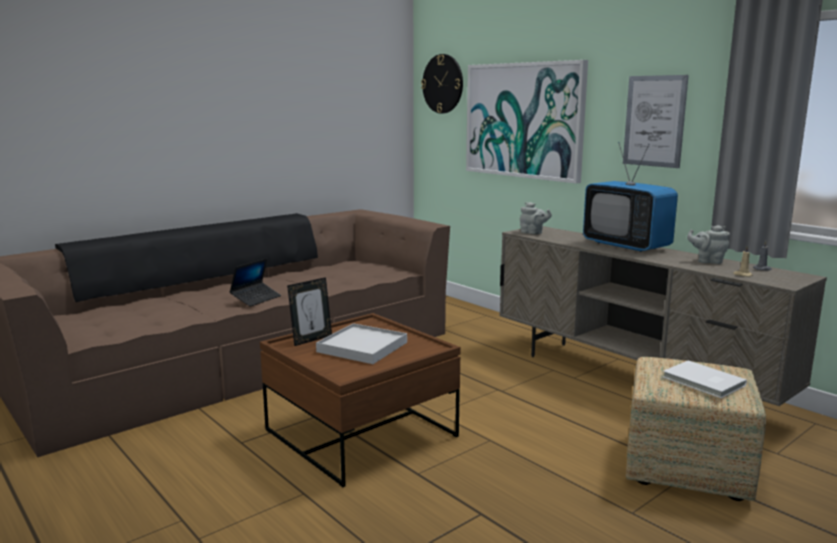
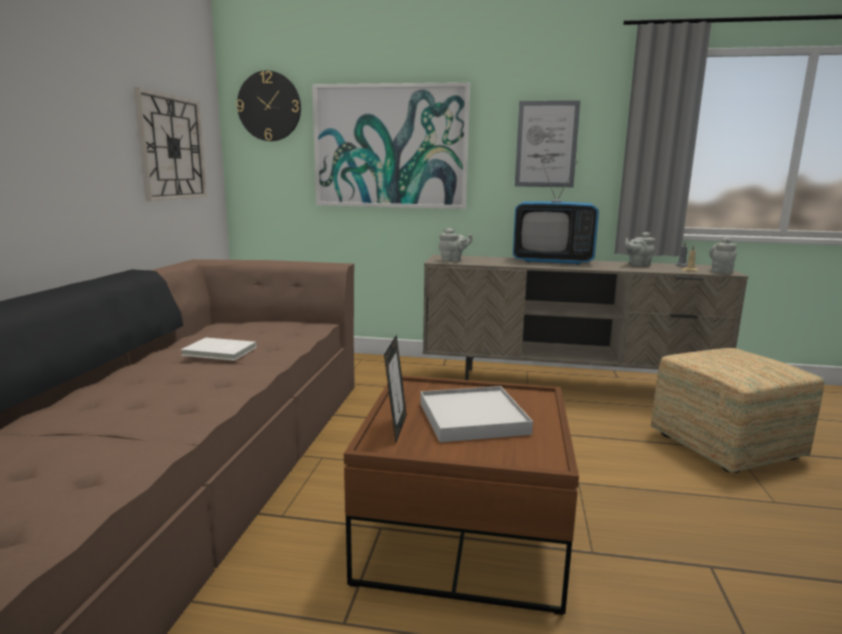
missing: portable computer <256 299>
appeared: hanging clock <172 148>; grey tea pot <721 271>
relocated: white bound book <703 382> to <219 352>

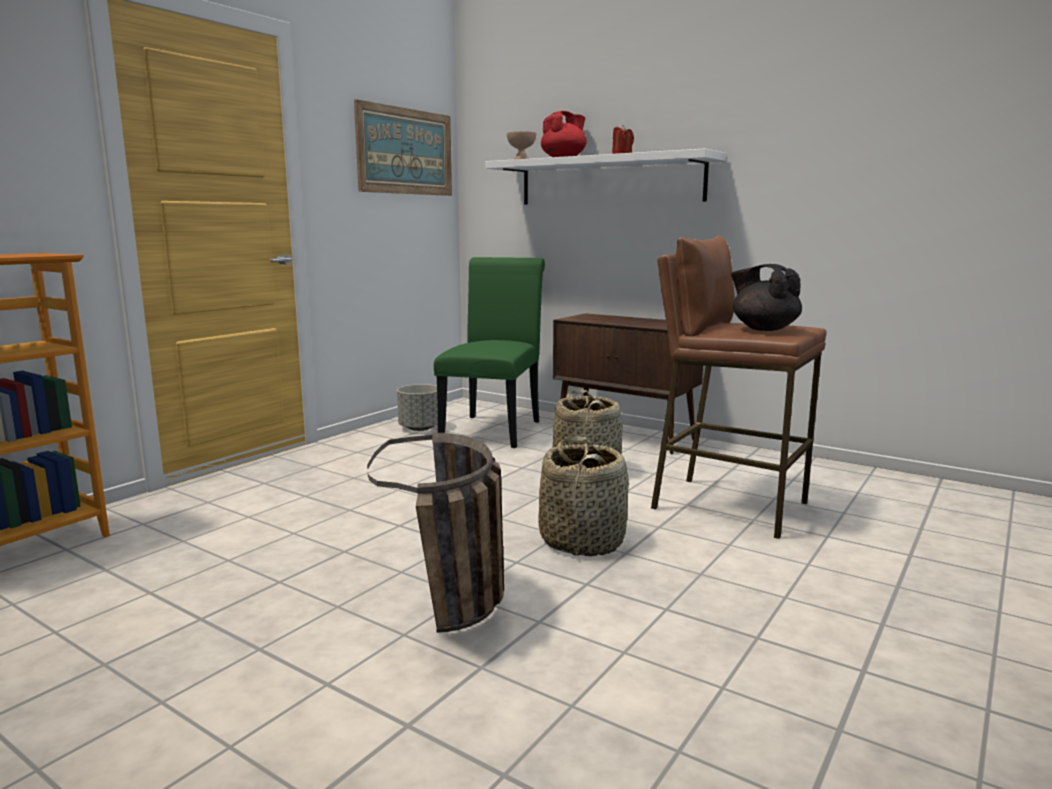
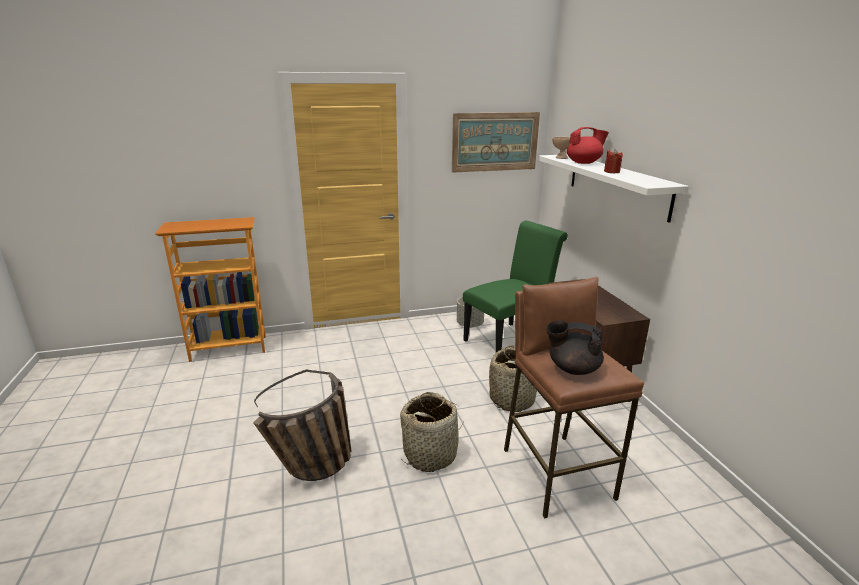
spun: black-coloured tea pot <763 329> = <572 369> 75 degrees counterclockwise

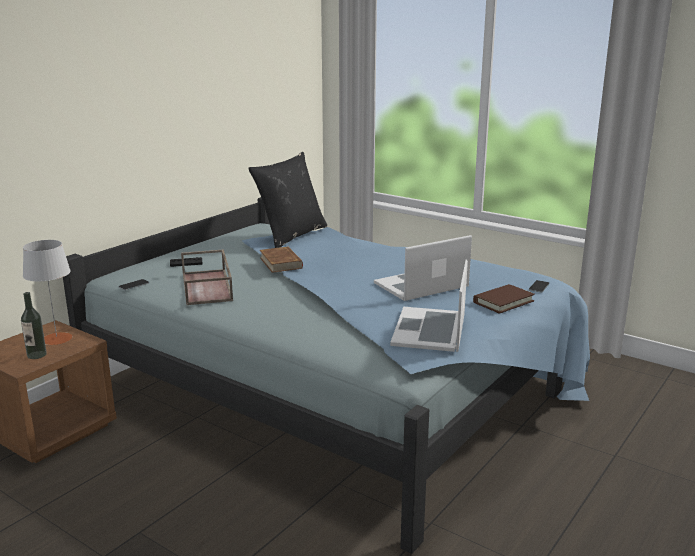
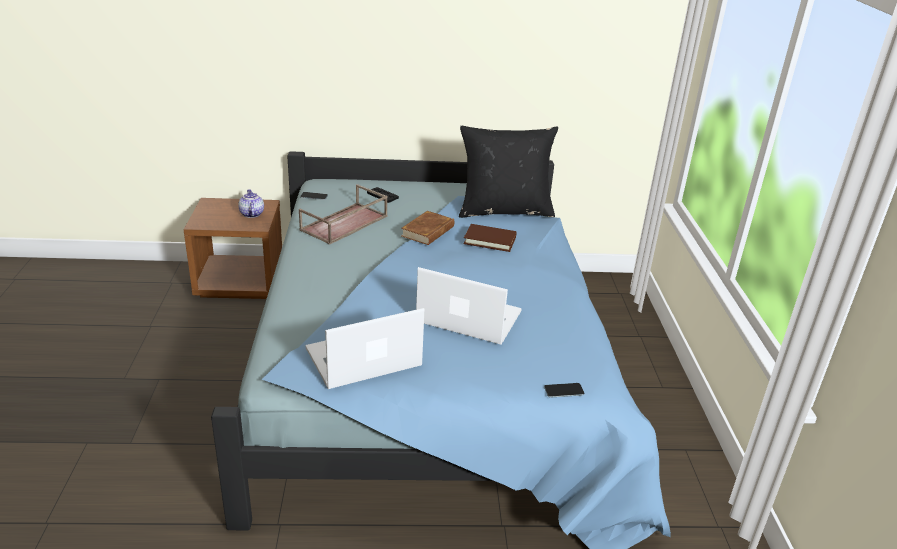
missing: drink bottle <36 355>
relocated: brown-coloured bound book <503 302> to <490 240>
exchanged: grey lamp for a table <57 338> to tea pot <251 214>

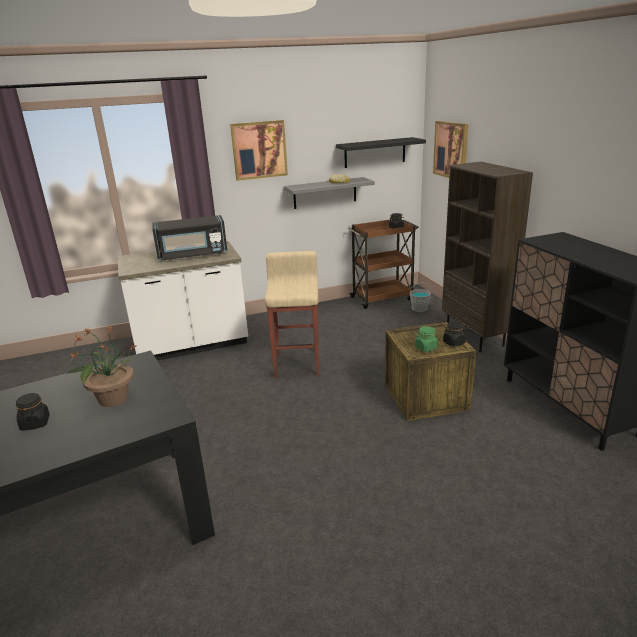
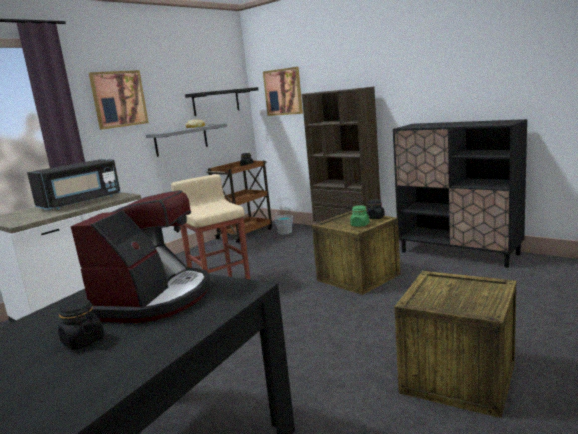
appeared: shipping crate <458 378>
exchanged: houseplant <112 399> to coffee machine <154 299>

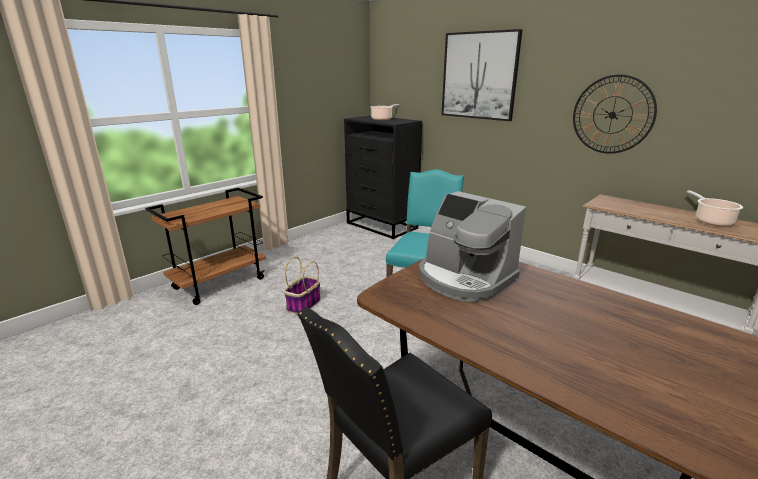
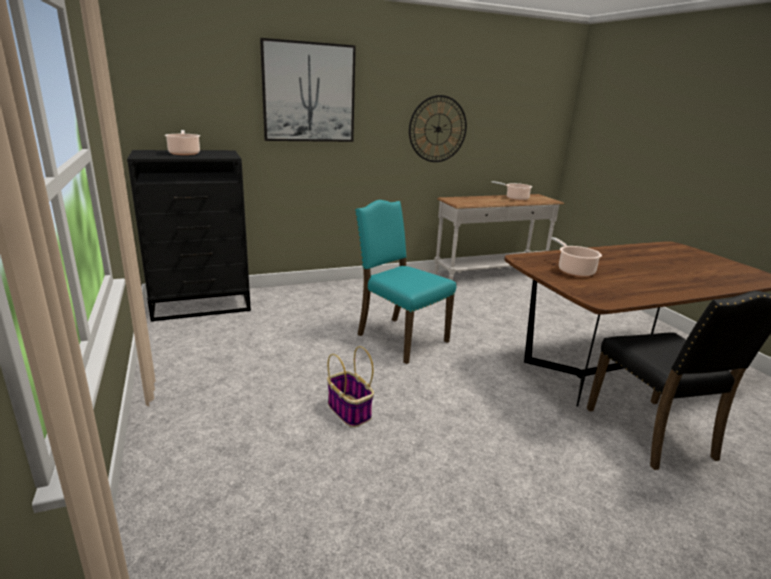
missing: brown-coloured trolley <220 283>
exchanged: coffee machine <464 278> to stockpot <574 270>

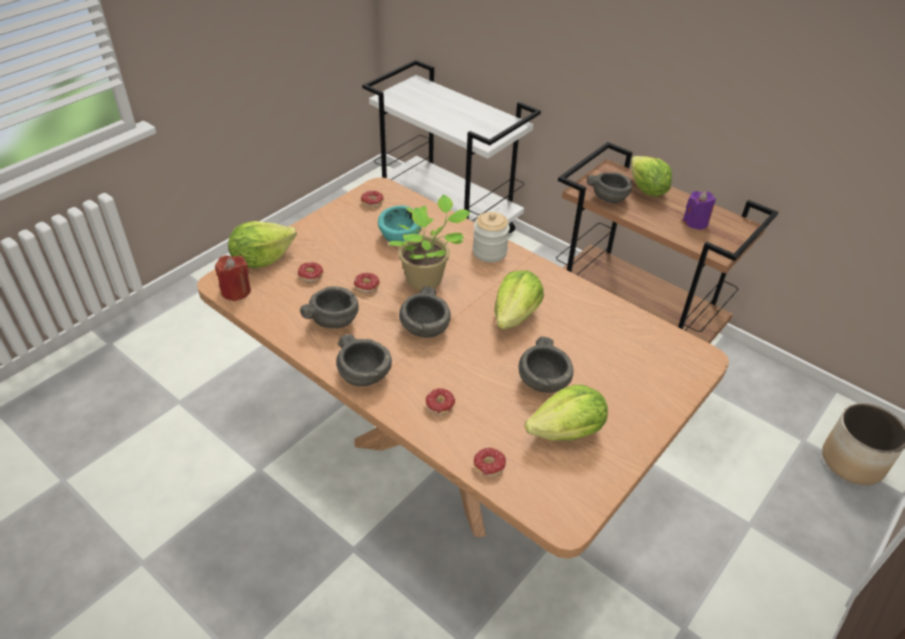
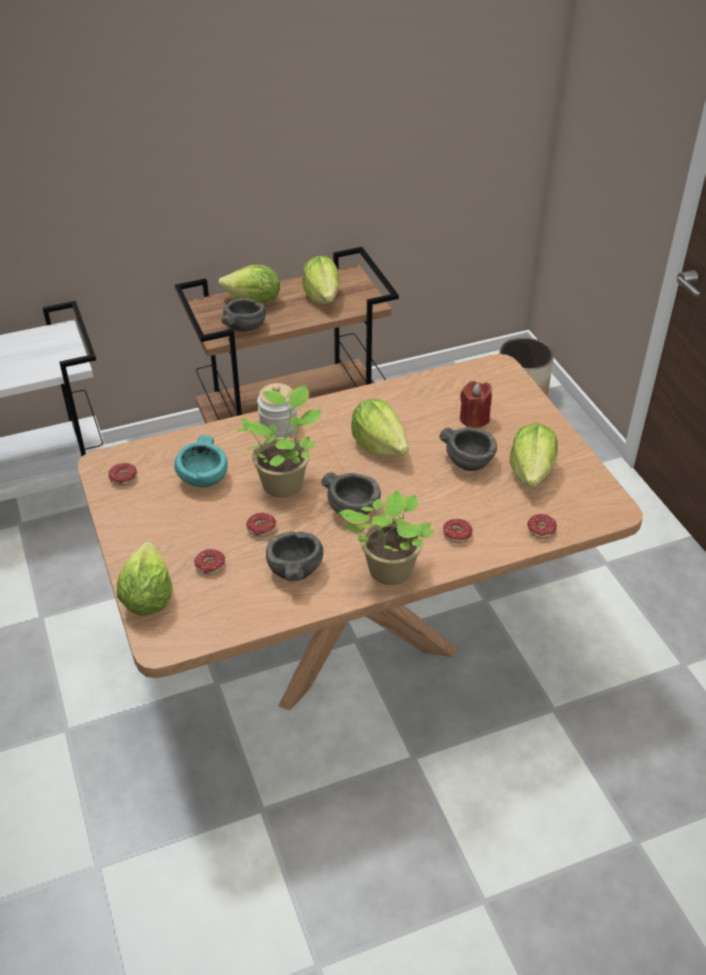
relocated: red-coloured candle <236 291> to <474 418>
exchanged: grey bowl <365 375> to houseplant <387 571>; purple candle <695 222> to lettuce <322 296>

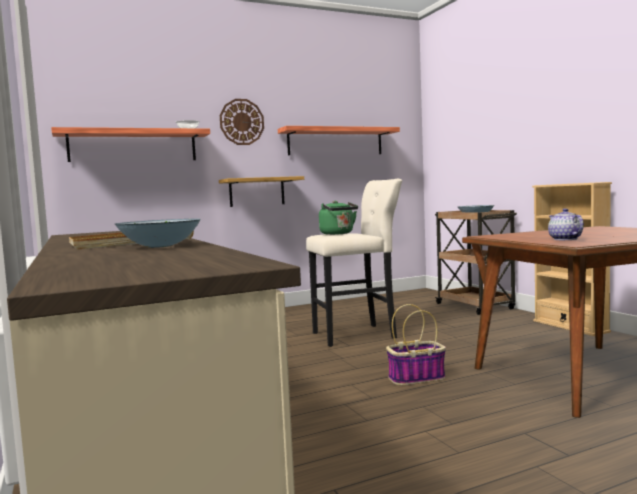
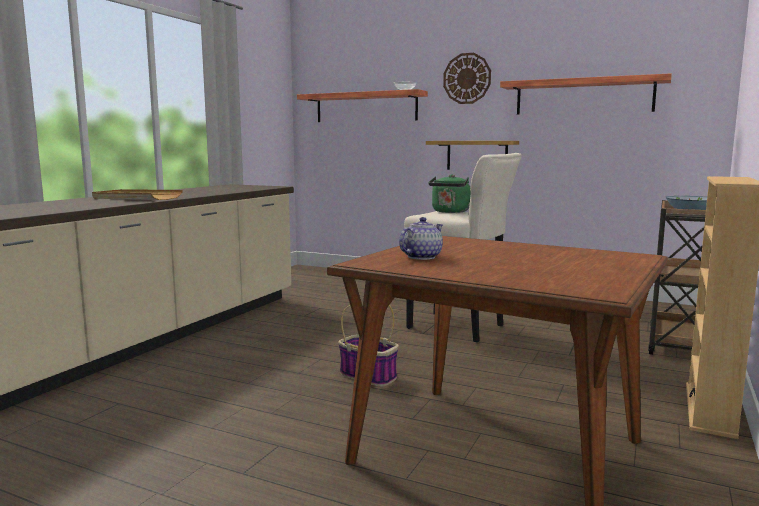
missing: bowl <160 246>

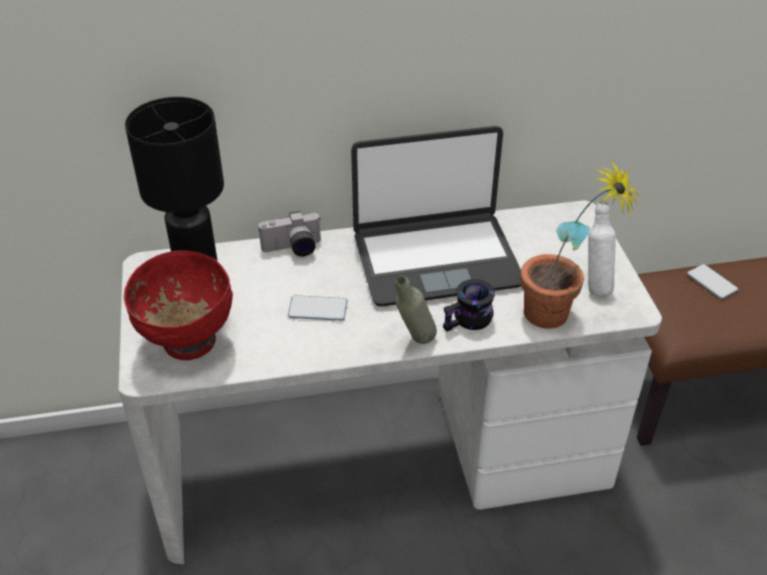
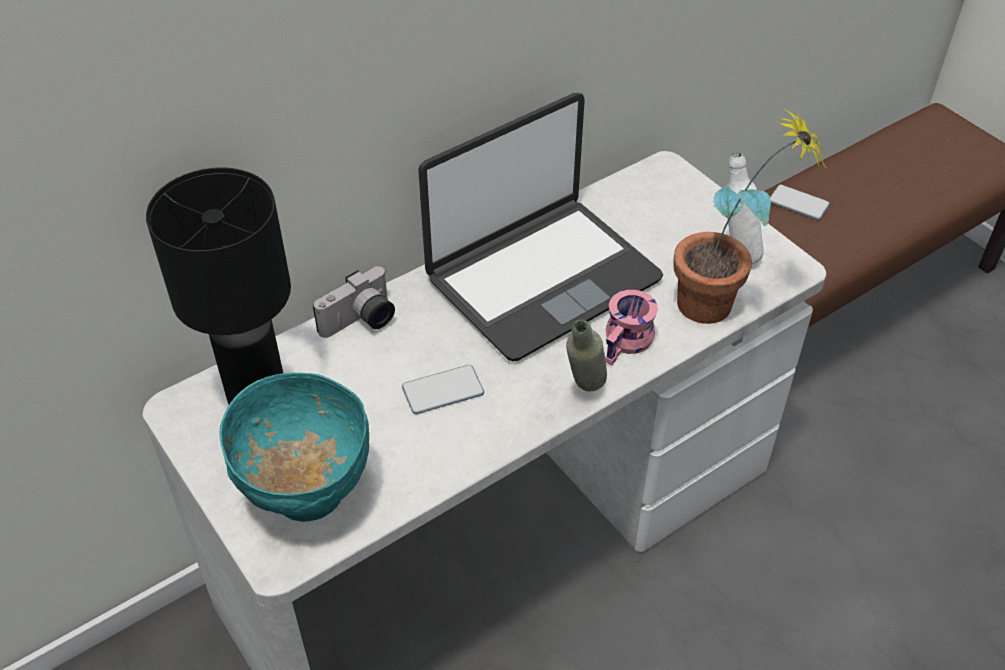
colour: red-coloured bowl <188 342> to blue-green bowl <306 494>; black-coloured mug <469 321> to pinkish mug <628 343>

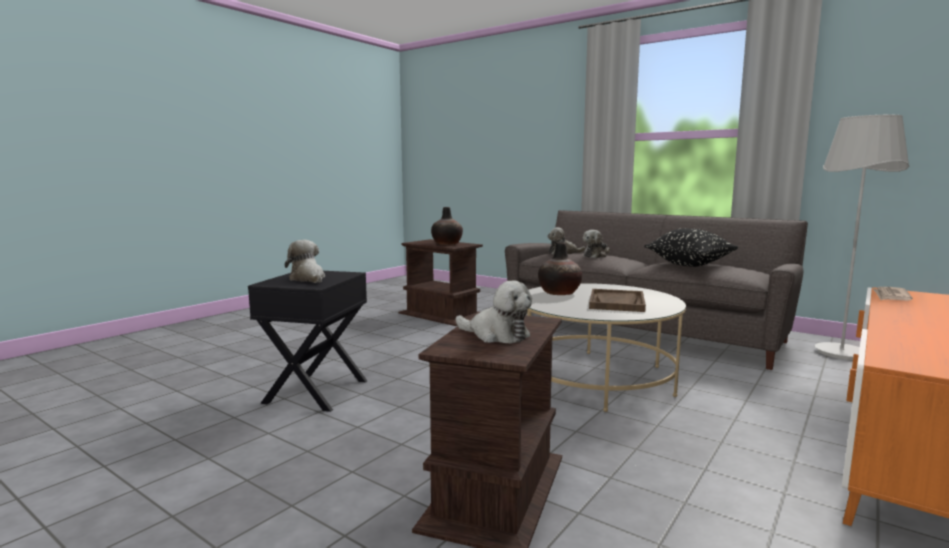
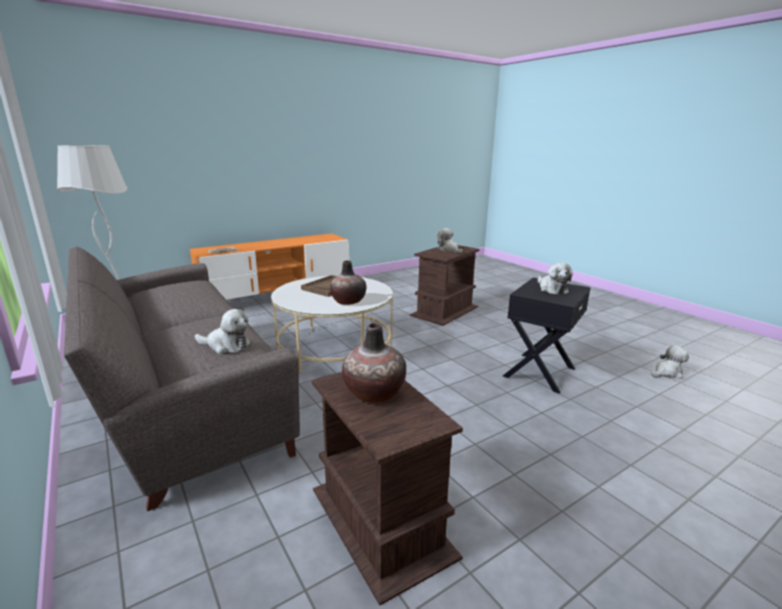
missing: black-coloured pillow <689 265>
relocated: cuddly toy <596 256> to <667 373>

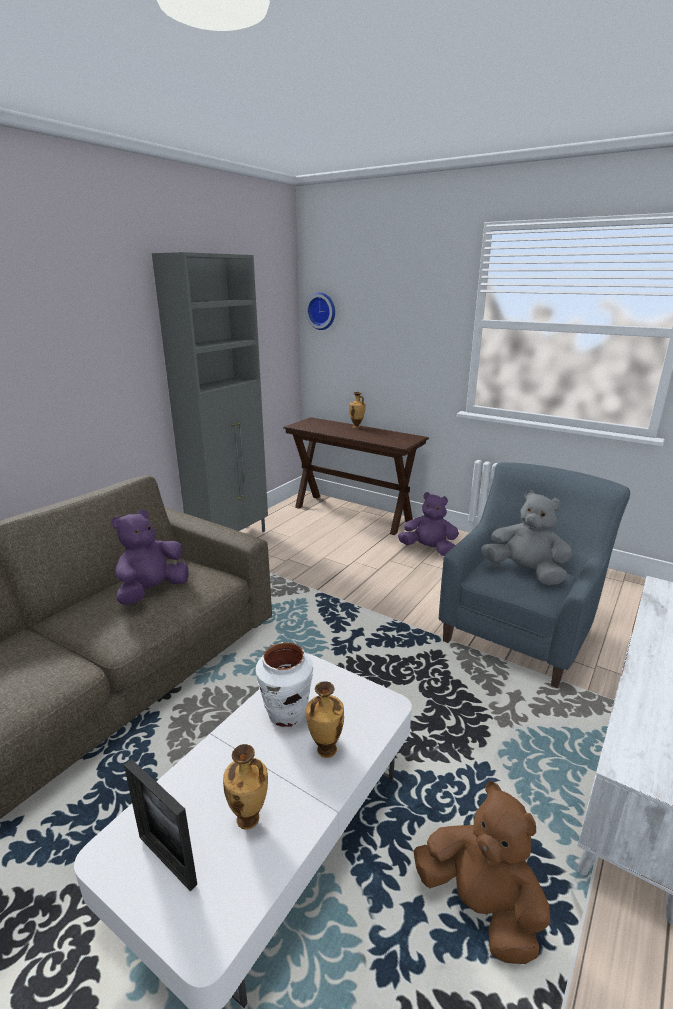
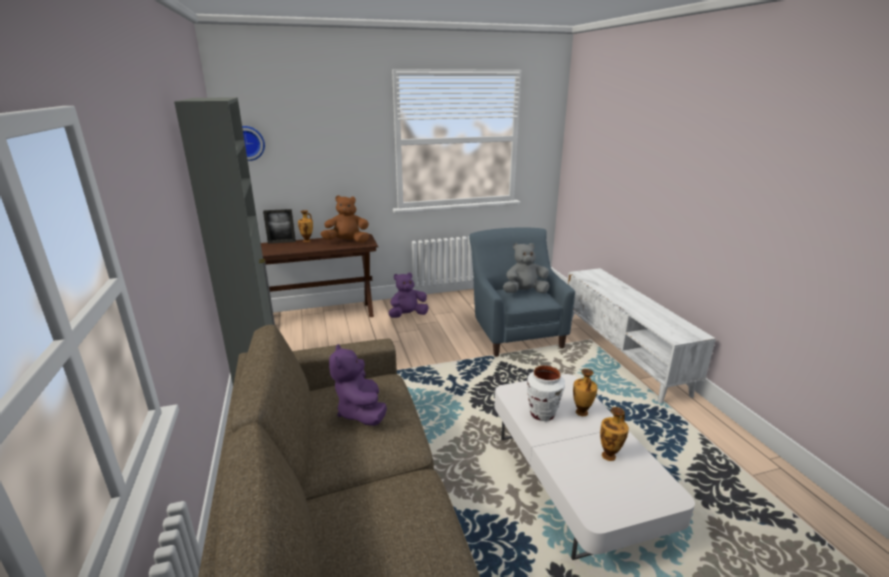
relocated: photo frame <167 860> to <281 242>; brown-coloured cuddly toy <480 905> to <347 242>

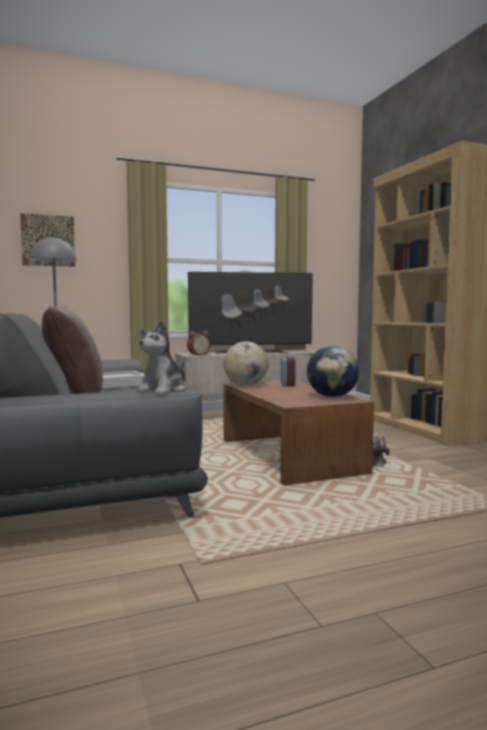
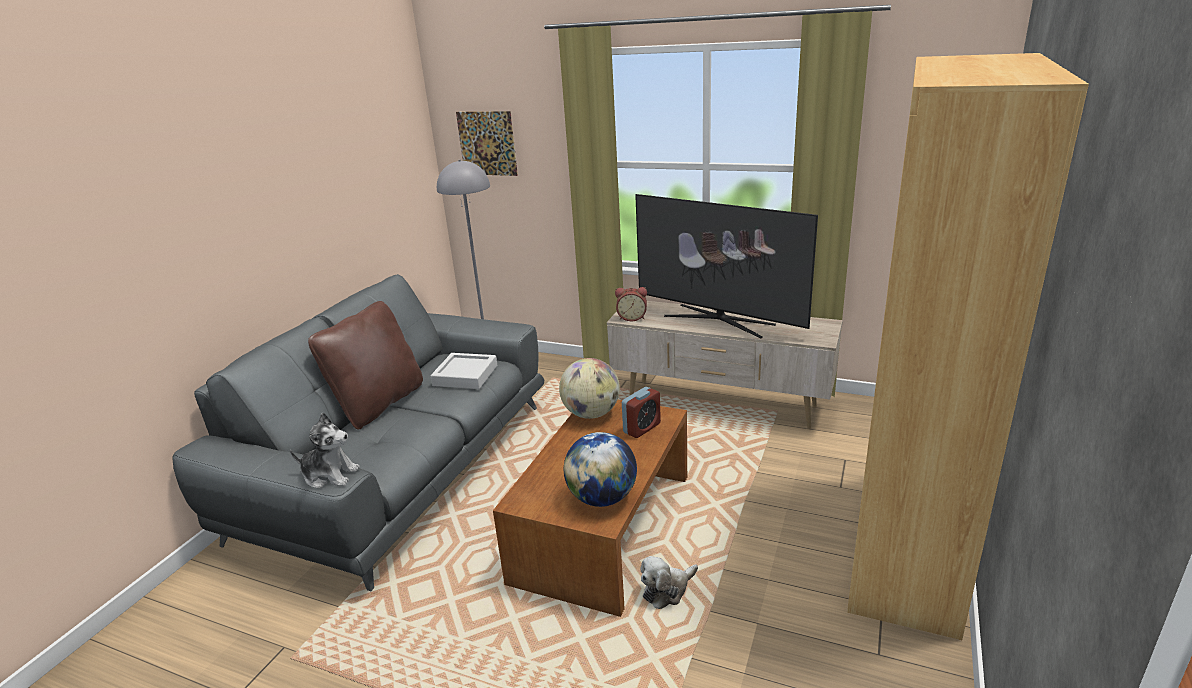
spun: cuddly toy <164 390> = <330 475> 150 degrees counterclockwise

